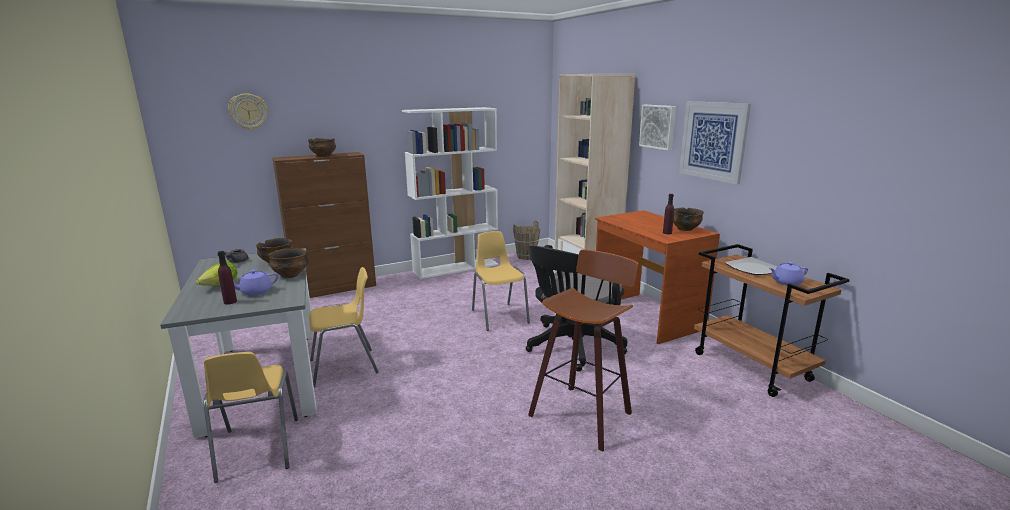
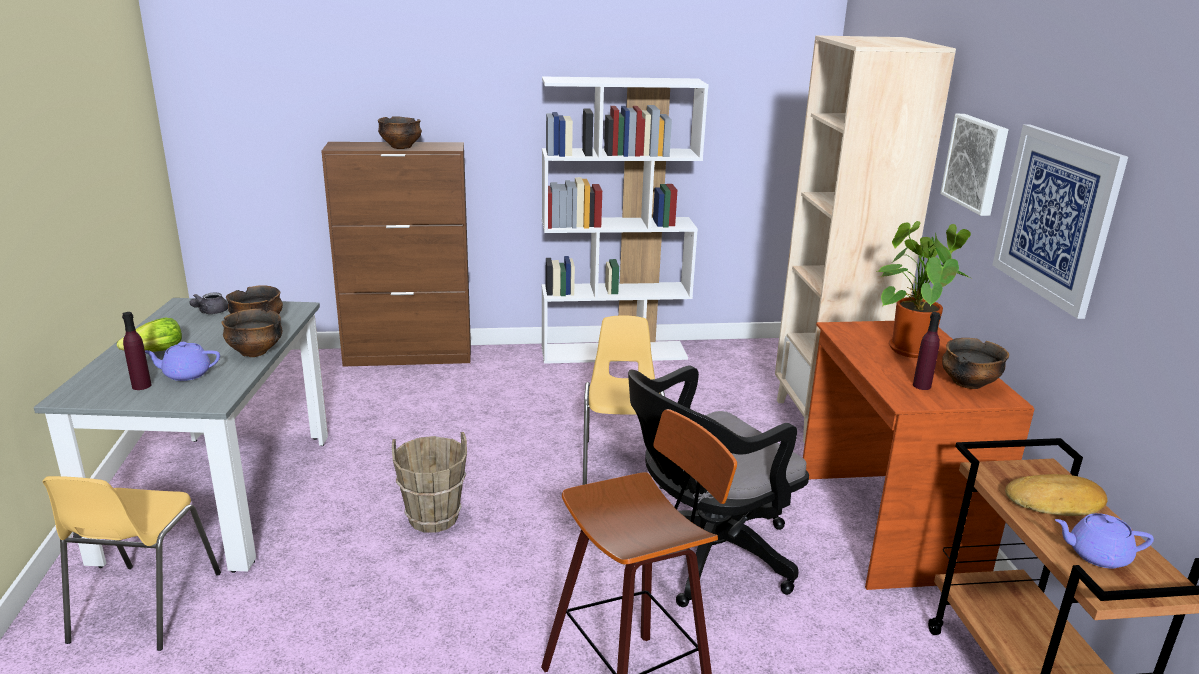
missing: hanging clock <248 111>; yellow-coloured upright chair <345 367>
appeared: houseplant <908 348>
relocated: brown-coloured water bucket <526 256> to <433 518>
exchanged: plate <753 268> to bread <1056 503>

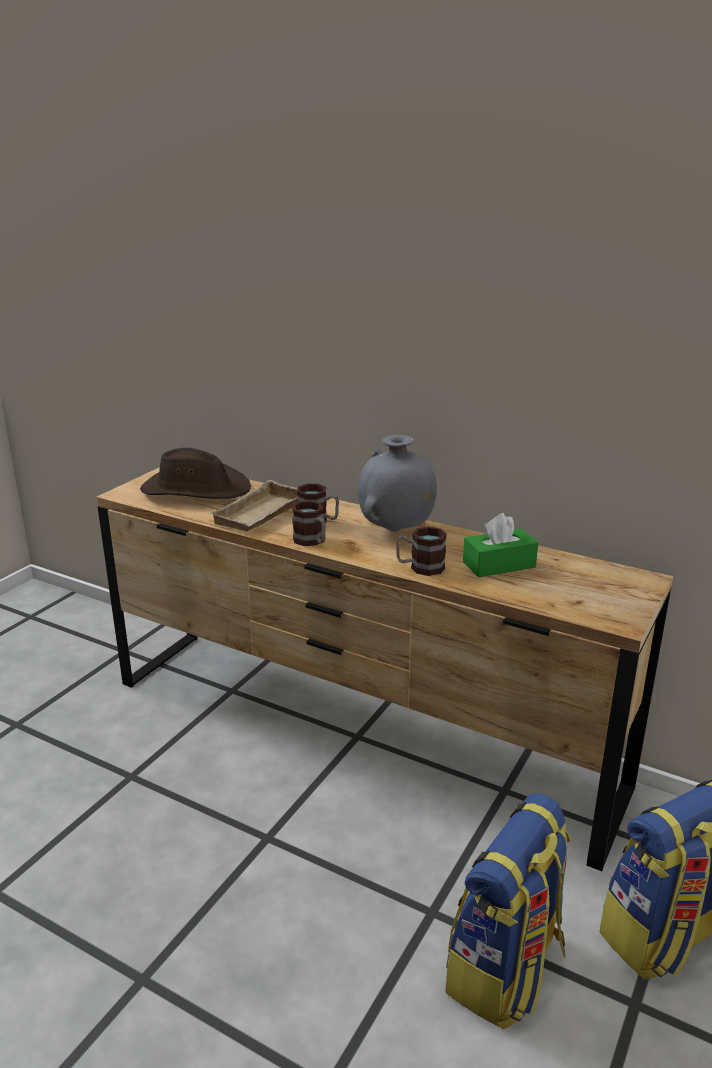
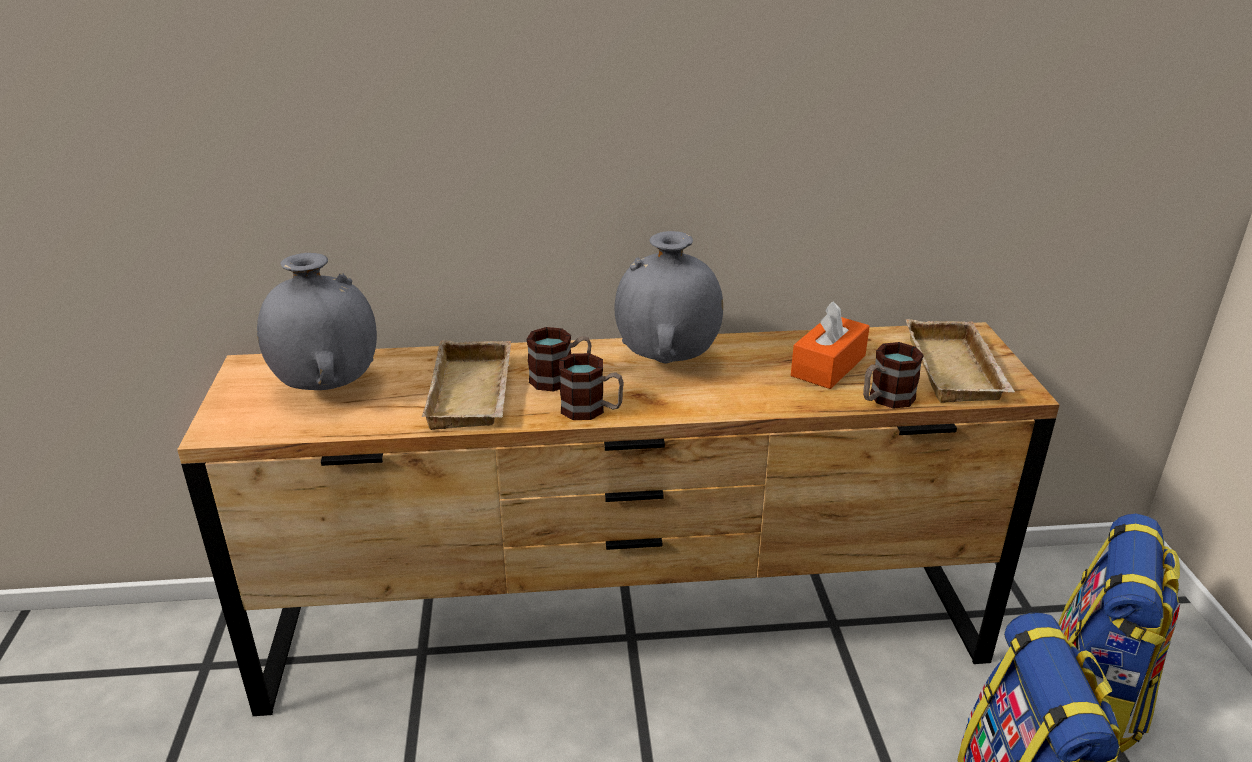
appeared: beige-coloured serving tray <958 371>
relocated: mug <420 567> to <885 399>
exchanged: brown-coloured wearable hat <195 489> to grey vase <327 387>
colour: green box of tissues <499 565> to orangey box of tissues <828 366>

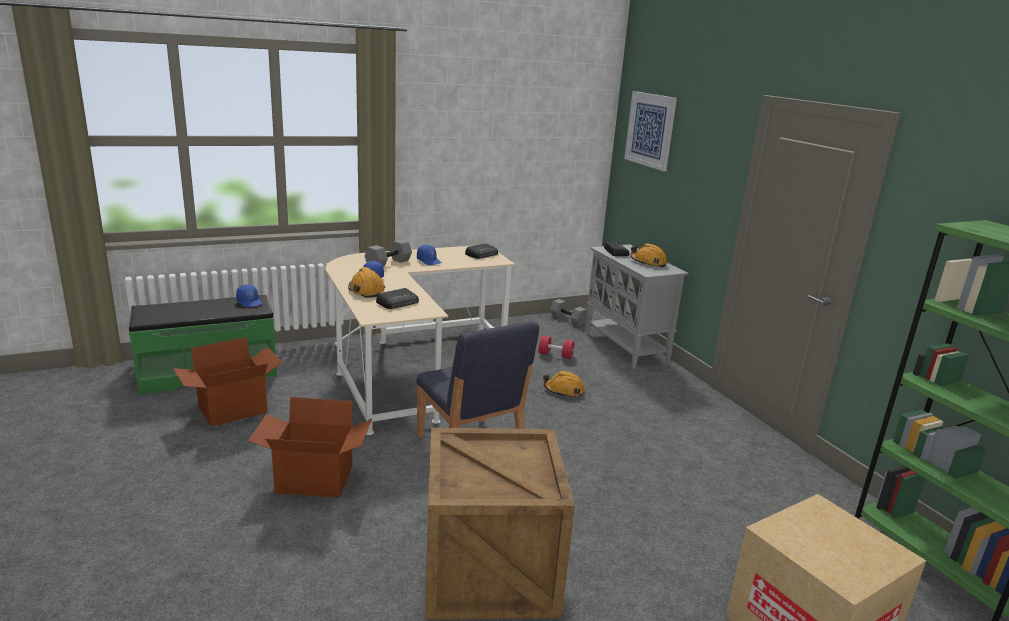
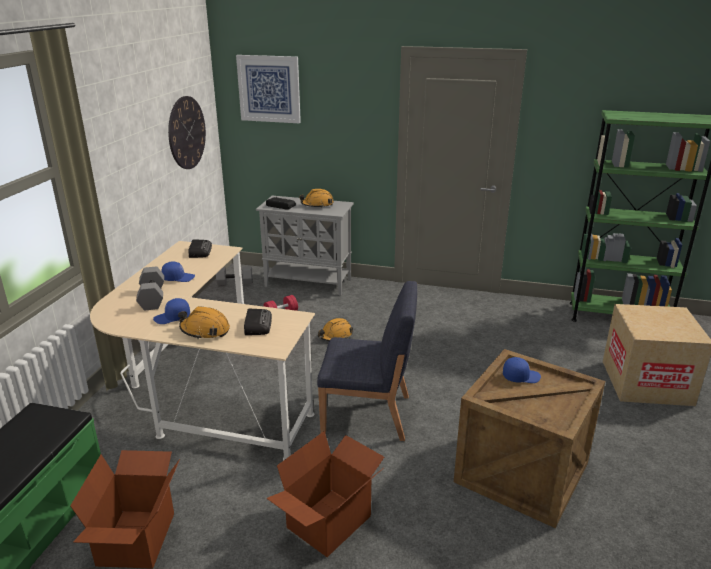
appeared: hanging clock <186 133>
relocated: blue peaked cap <250 302> to <520 376>

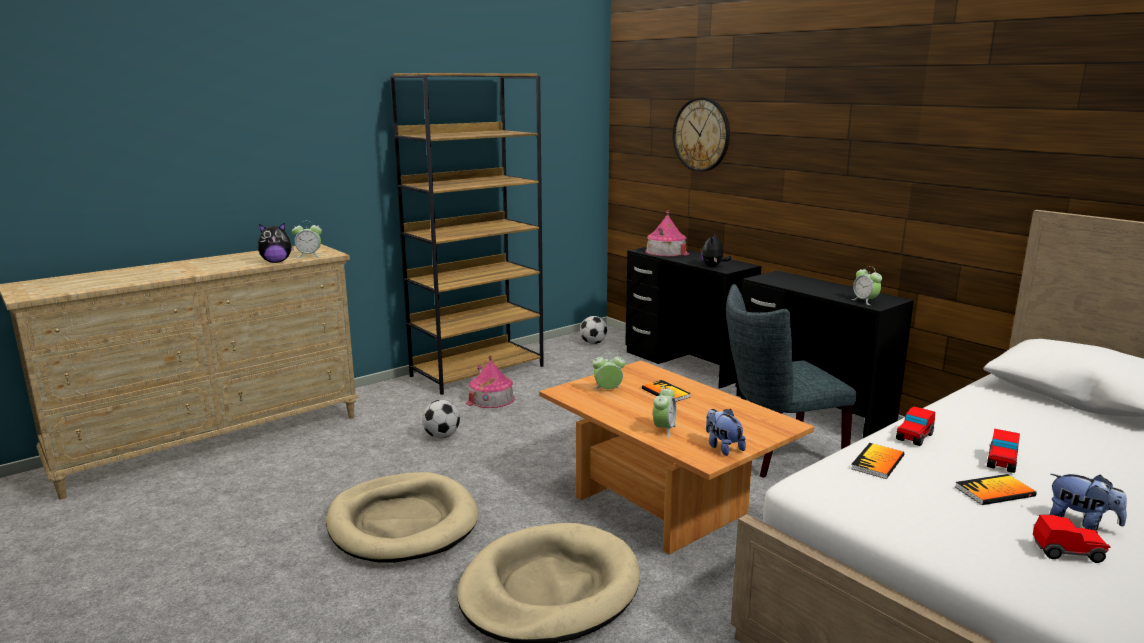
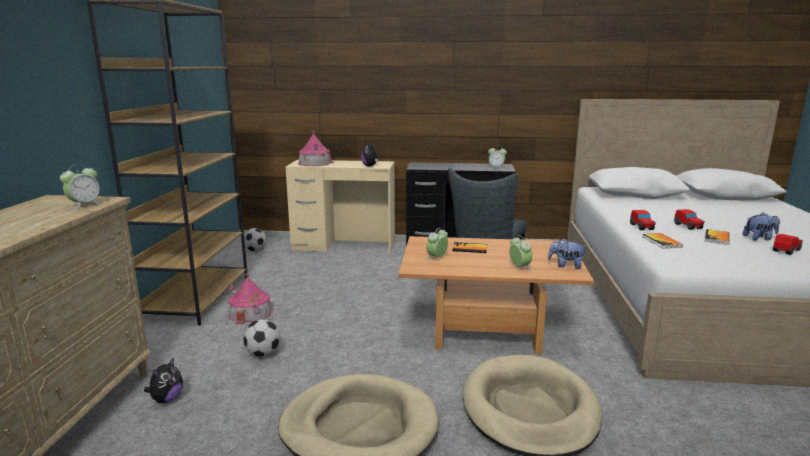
missing: hanging clock <701 134>
relocated: cuddly toy <276 262> to <167 399>
colour: black-coloured desk <687 364> to beige-coloured desk <344 246>

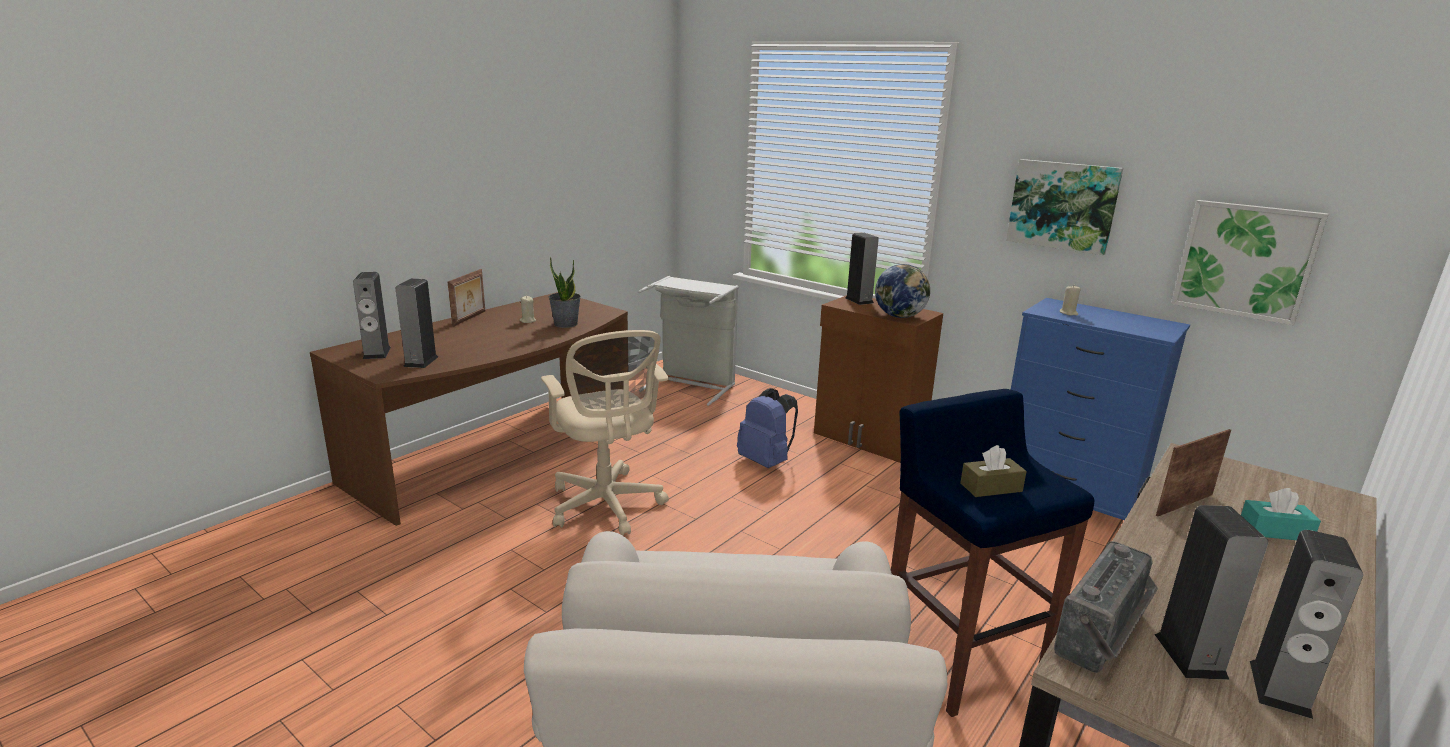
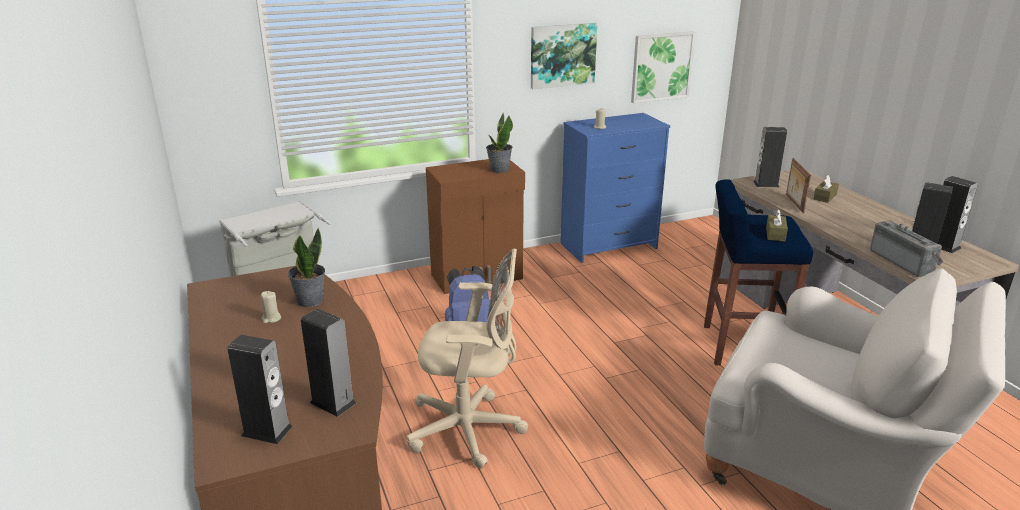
missing: photo frame <470 318>
relocated: loudspeaker <859 300> to <766 184>
exchanged: globe <899 316> to houseplant <499 170>
colour: blue-green box of tissues <1275 531> to brown-coloured box of tissues <825 197>

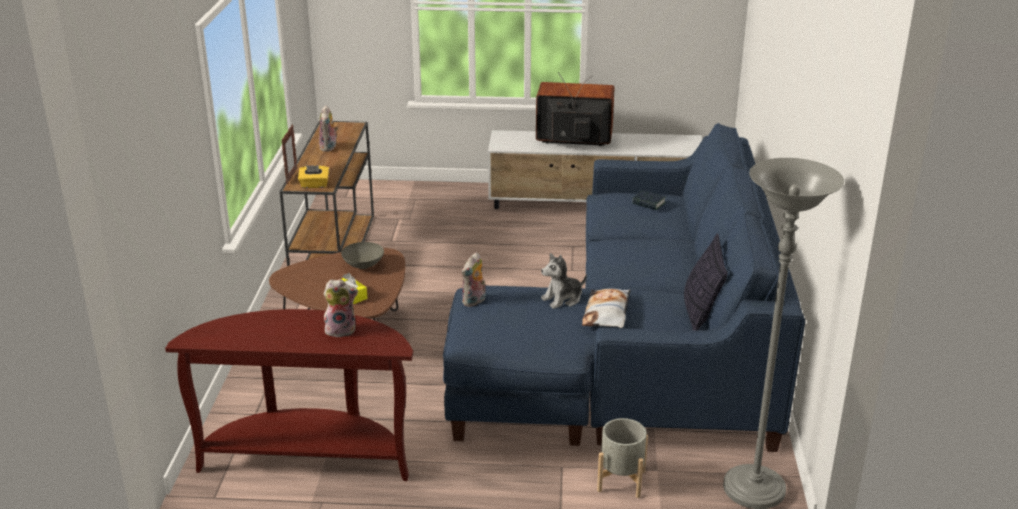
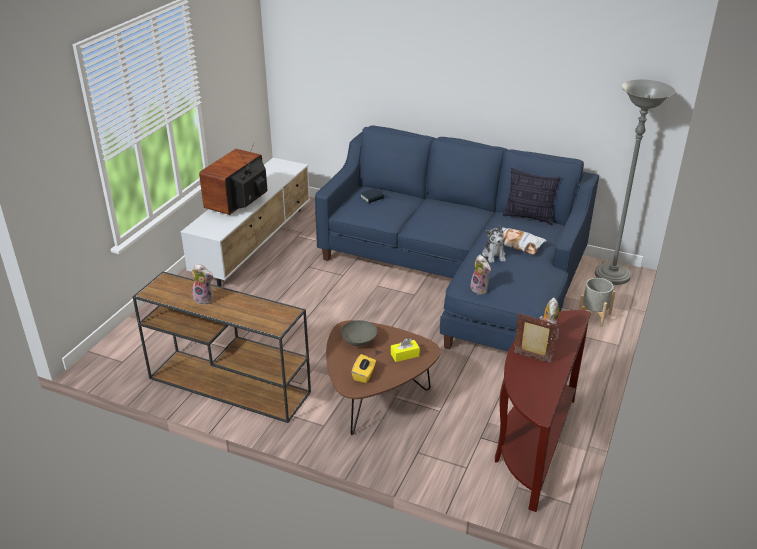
relocated: photo frame <291 176> to <532 358>; yellow-coloured box of tissues <314 185> to <364 375>

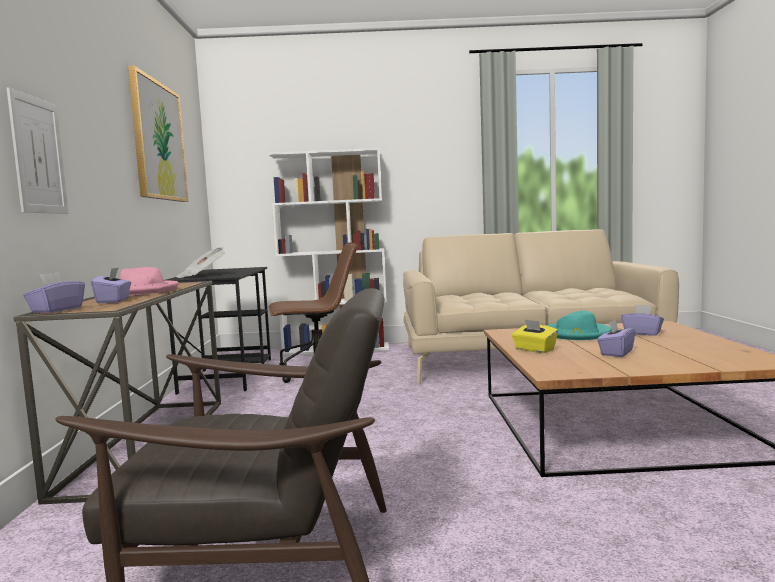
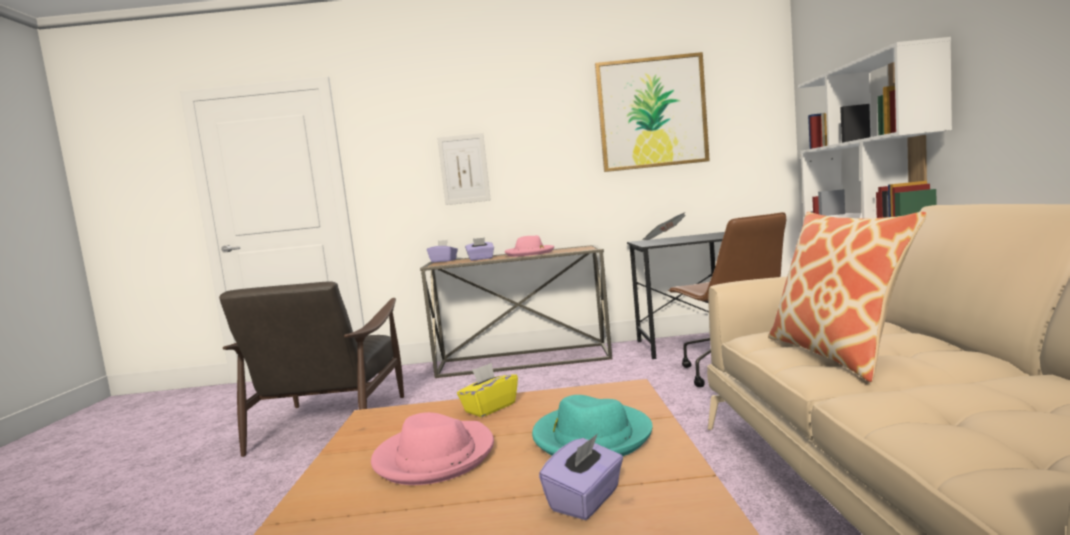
appeared: pillow <837 354>
exchanged: purple box of tissues <616 353> to pinkish wearable hat <434 457>

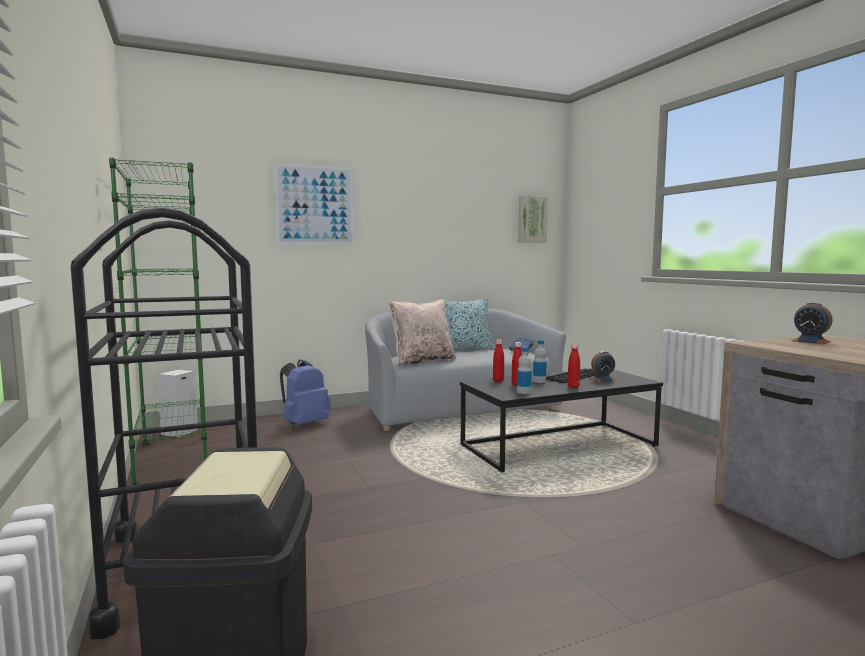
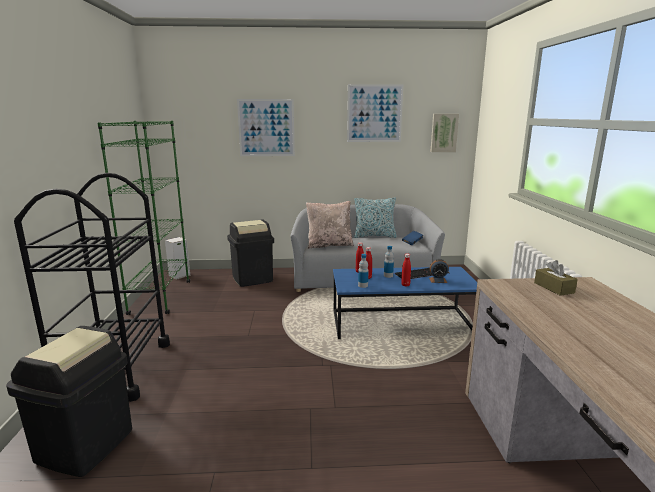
appeared: picture <374 113>
exchanged: blue knapsack <304 424> to black-coloured waste bin <252 279>; table clock <811 341> to brown-coloured box of tissues <554 288>
colour: black-coloured low table <559 446> to blue low table <401 323>

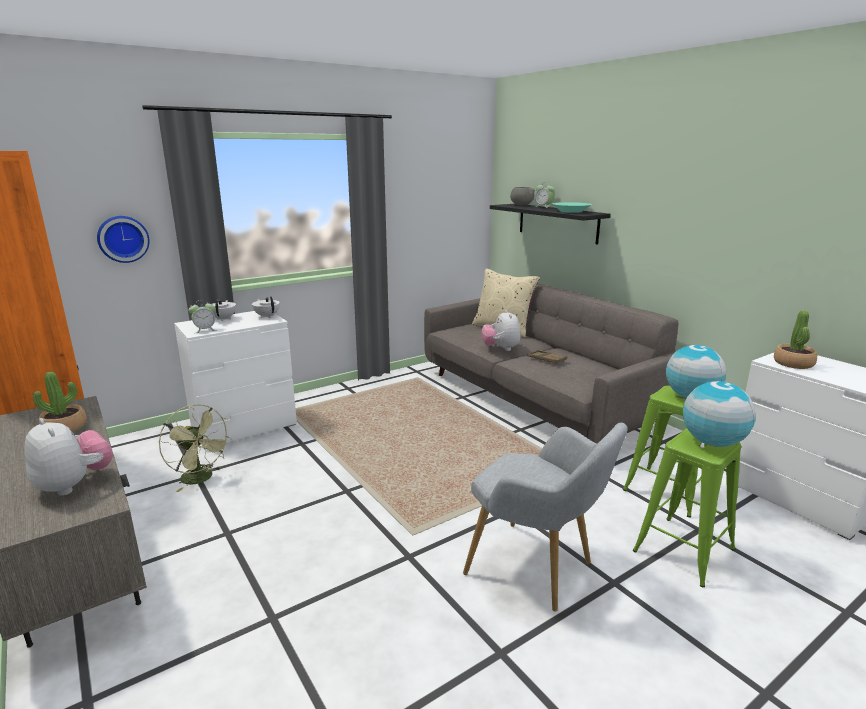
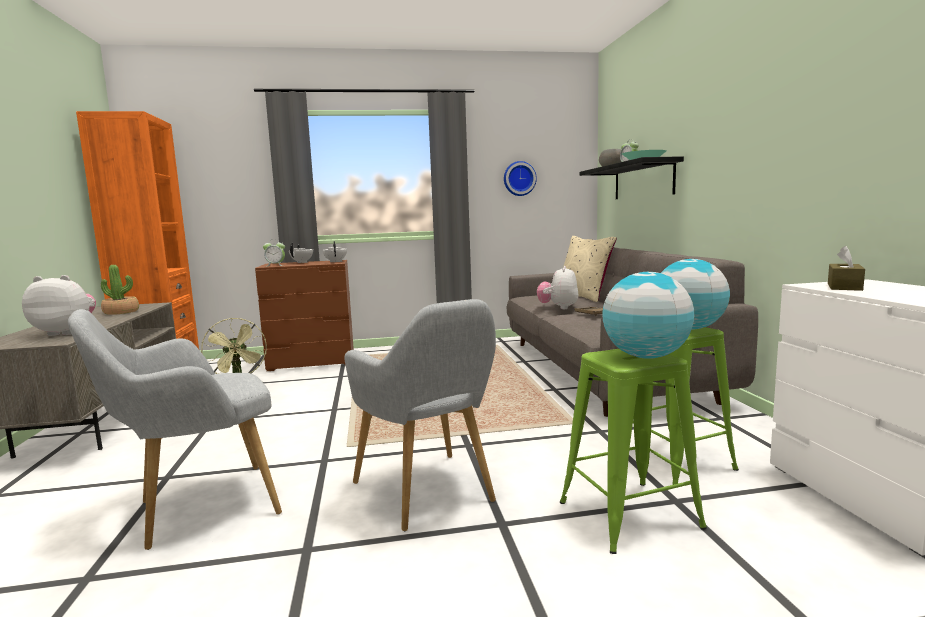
appeared: grey easy chair <198 509>
relocated: hanging clock <123 239> to <519 178>
exchanged: houseplant <793 363> to brown-coloured box of tissues <844 287>
colour: white drawer chest <245 427> to brown-coloured drawer chest <312 362>
spun: cuddly toy <74 485> = <66 332> 75 degrees counterclockwise

